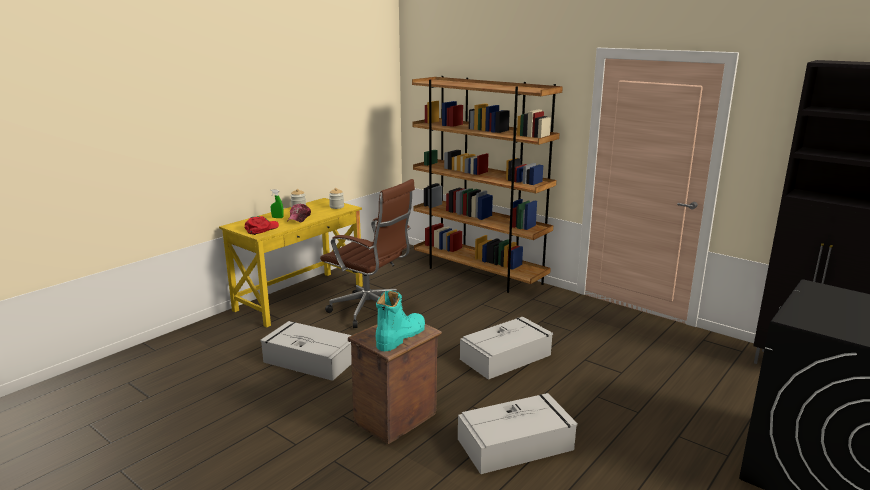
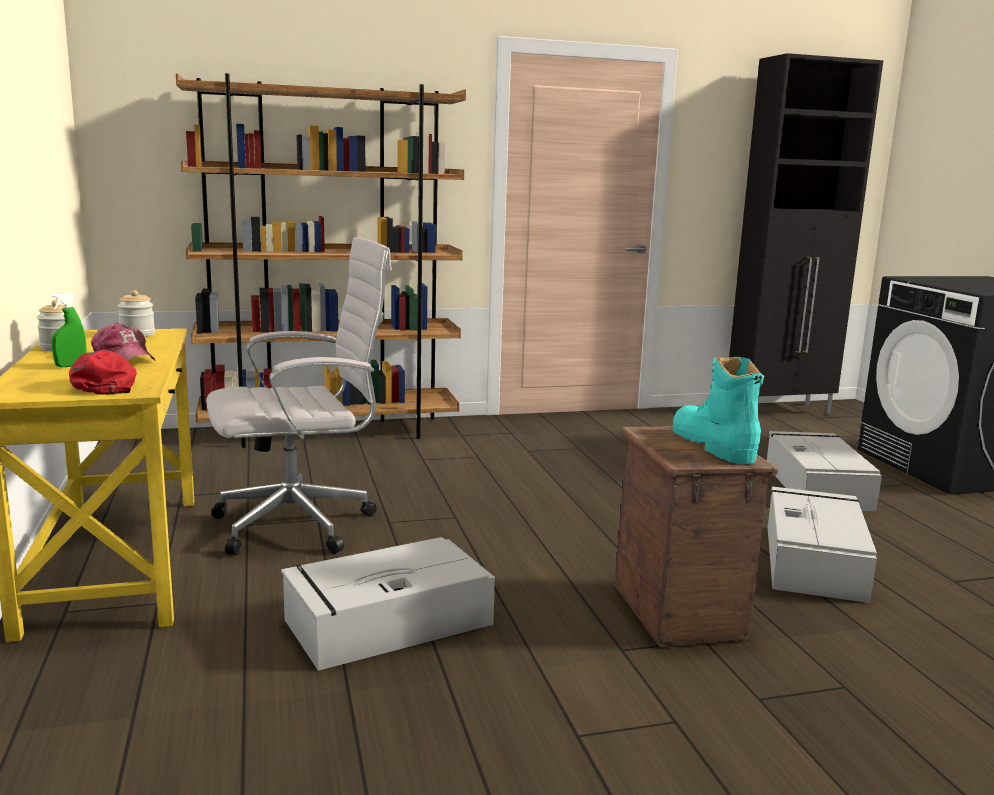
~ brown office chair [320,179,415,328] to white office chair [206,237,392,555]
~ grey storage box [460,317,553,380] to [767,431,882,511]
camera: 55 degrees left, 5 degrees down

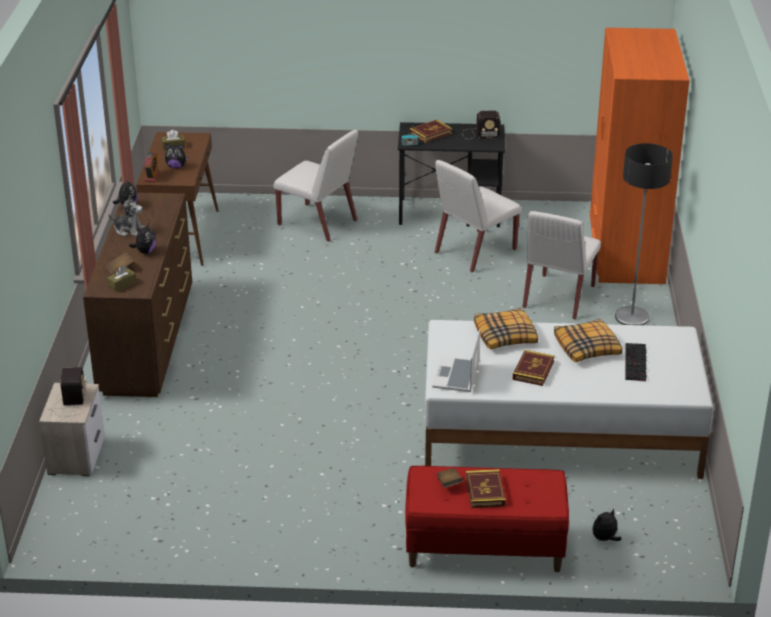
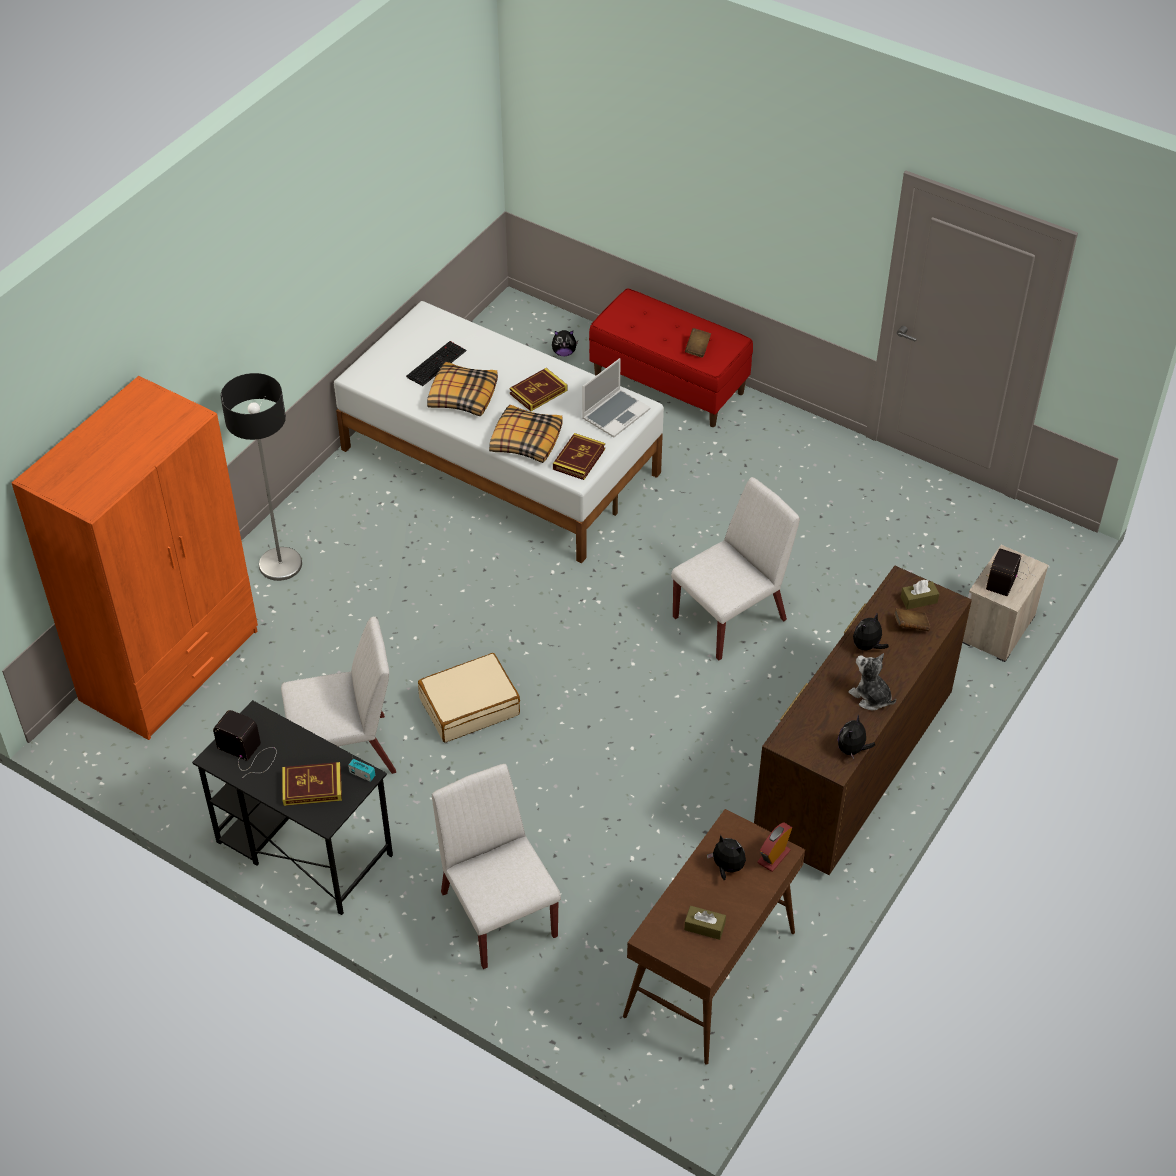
+ beige suitcase [418,653,520,742]
~ book [466,469,506,508] to [553,433,605,480]
~ white chair [523,211,601,319] to [671,477,800,661]
camera: 150 degrees left, 15 degrees up

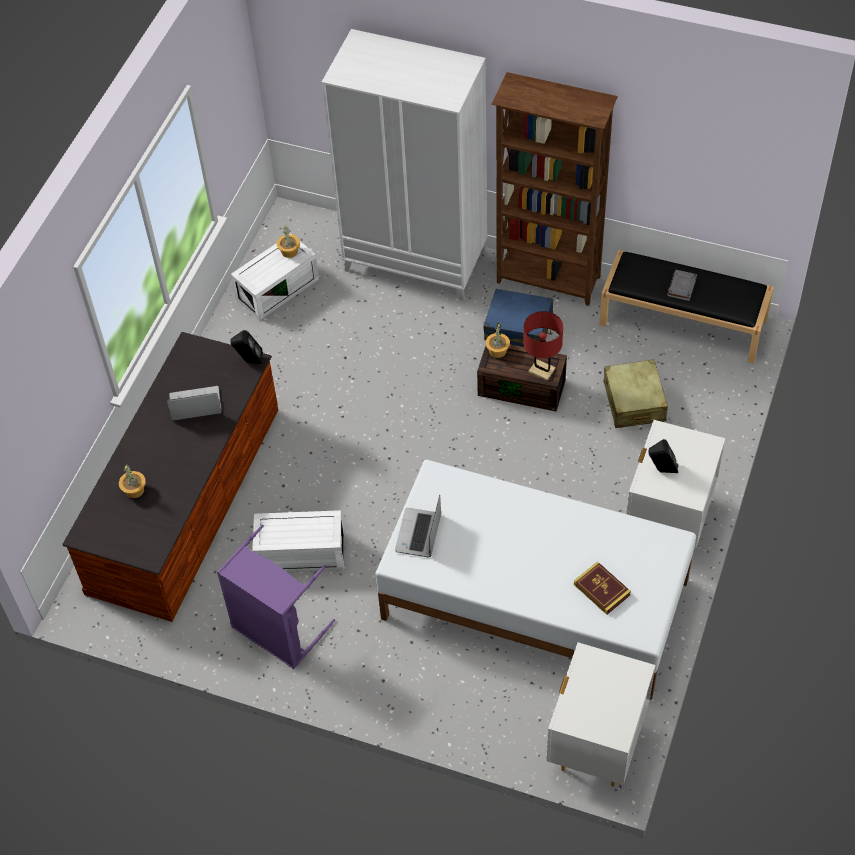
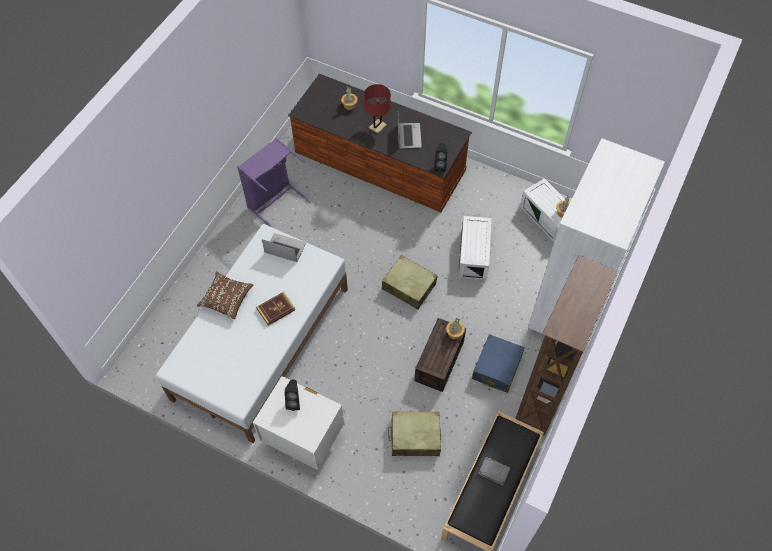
+ brown pillow [197,272,253,319]
~ book [574,561,631,615] to [256,292,295,326]
~ red table lamp [523,311,563,381] to [364,84,391,134]
+ beige suitcase [382,255,438,309]
~ white storage box [252,510,344,572] to [458,216,492,281]
- white nightstand [546,642,655,787]
camera: 95 degrees right, 5 degrees up

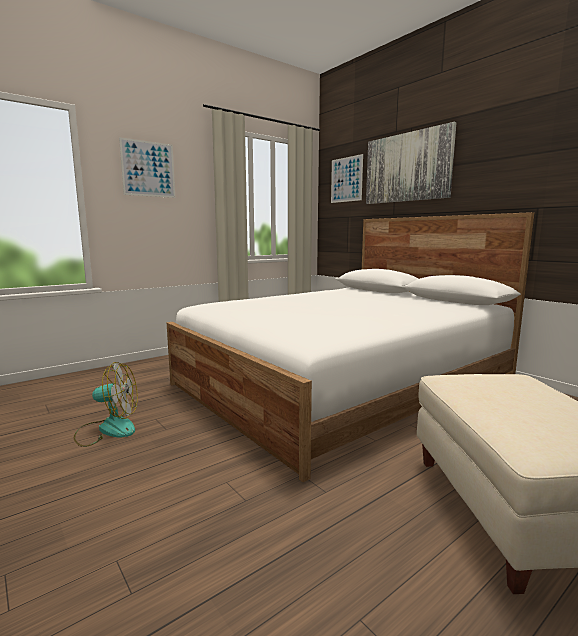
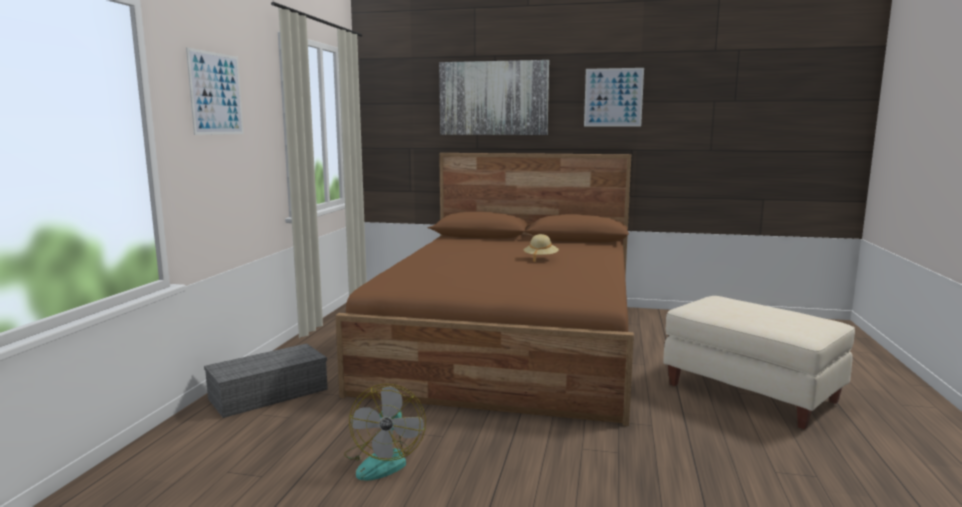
+ grey storage box [204,343,328,418]
~ white bed [167,212,534,482] to brown bed [335,153,634,426]
~ fan [74,362,138,447] = [344,384,426,481] 135 degrees clockwise
+ beige hat [524,234,559,262]
~ picture [331,154,363,203] to [584,68,644,127]
camera: 40 degrees left, 0 degrees up

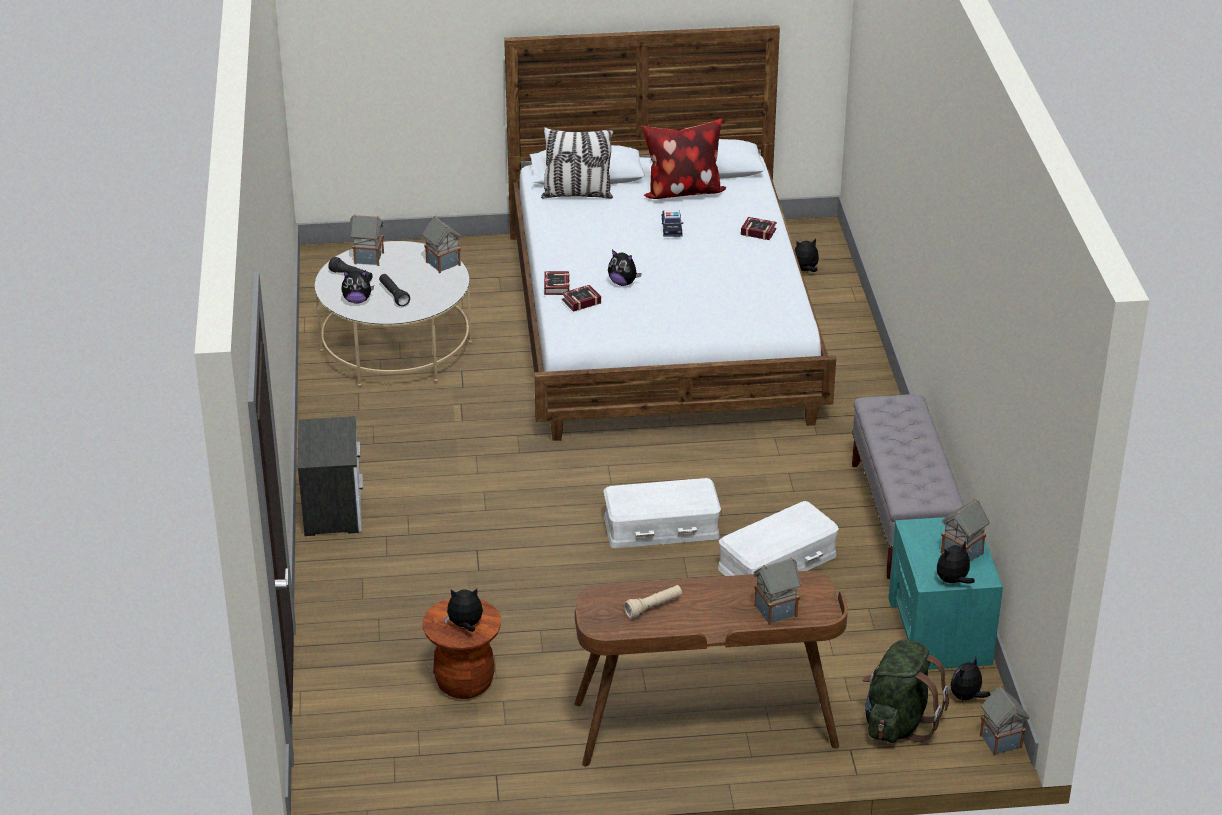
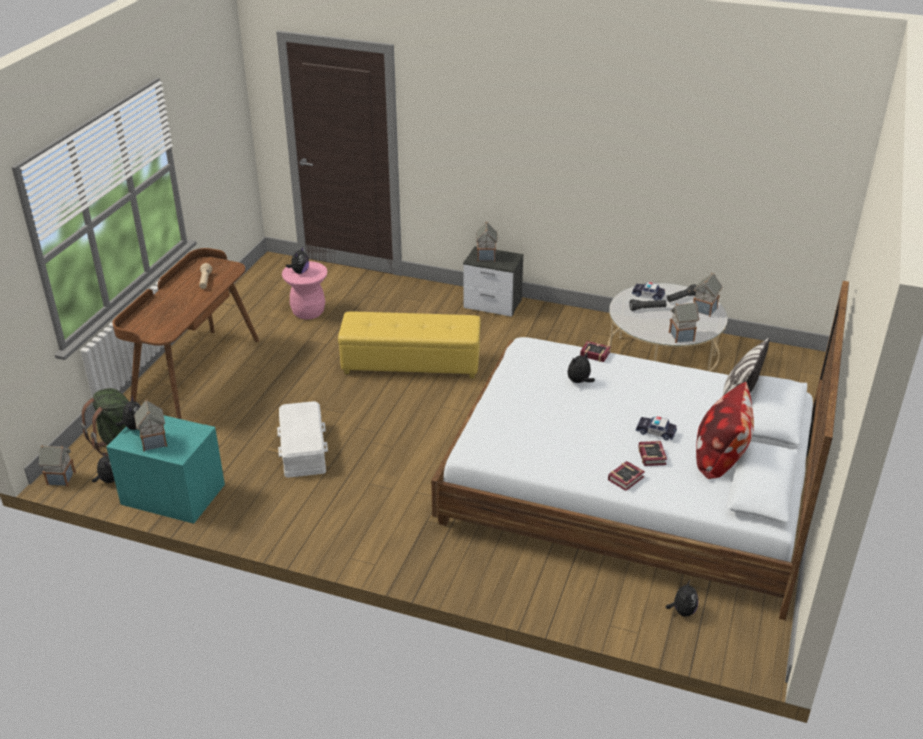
~ brown stool [422,598,501,699] to pink stool [282,261,327,319]
+ yellow ottoman [338,312,481,378]
~ toy house [753,557,802,625] to [476,222,497,262]
~ plush toy [341,270,374,304] to toy car [632,282,665,300]
~ book [562,285,601,312] to [638,441,667,466]
- white storage box [604,478,721,548]
- grey bench [852,394,964,579]
camera: 115 degrees right, 0 degrees up

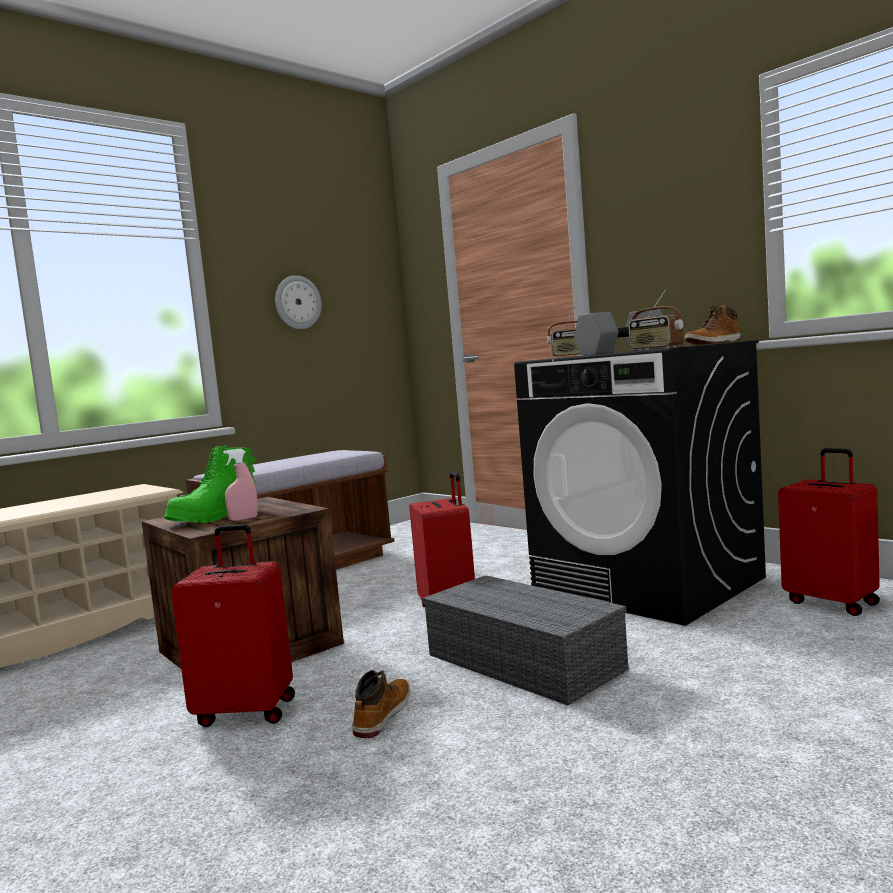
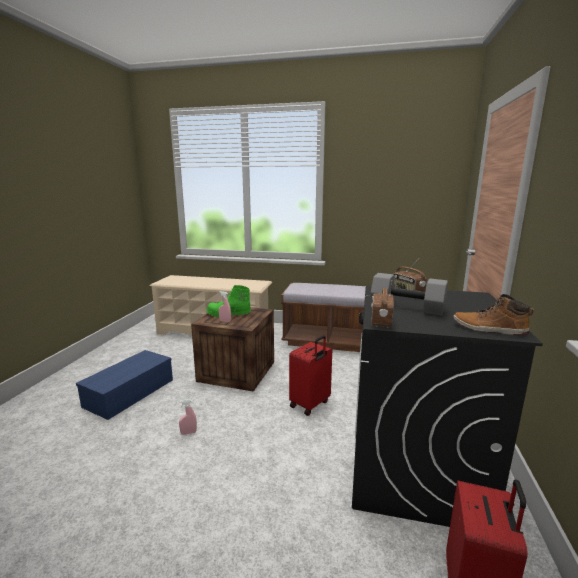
+ blue storage box [76,350,173,420]
~ boot [352,670,410,738] to pink spray bottle [179,399,197,435]
- red suitcase [171,524,295,727]
- wall clock [275,275,322,329]
- grey storage box [422,575,629,706]
camera: 55 degrees right, 10 degrees up

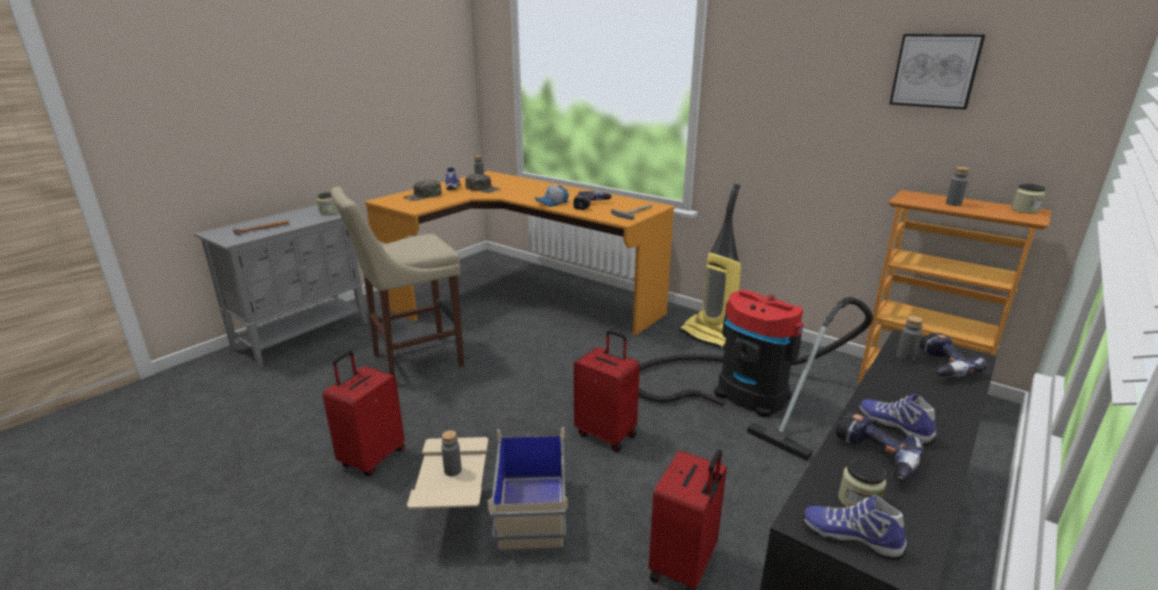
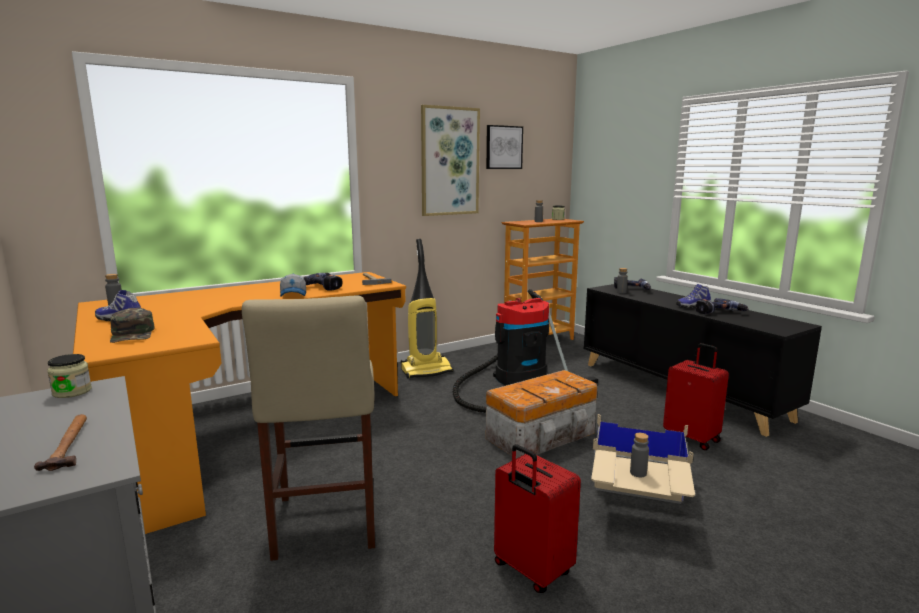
+ picture [421,105,480,216]
~ red suitcase [574,330,640,452] to storage box [486,370,597,459]
- green cap [465,174,502,193]
- shoe [802,495,907,560]
- jar [838,457,886,507]
camera: 70 degrees left, 10 degrees down

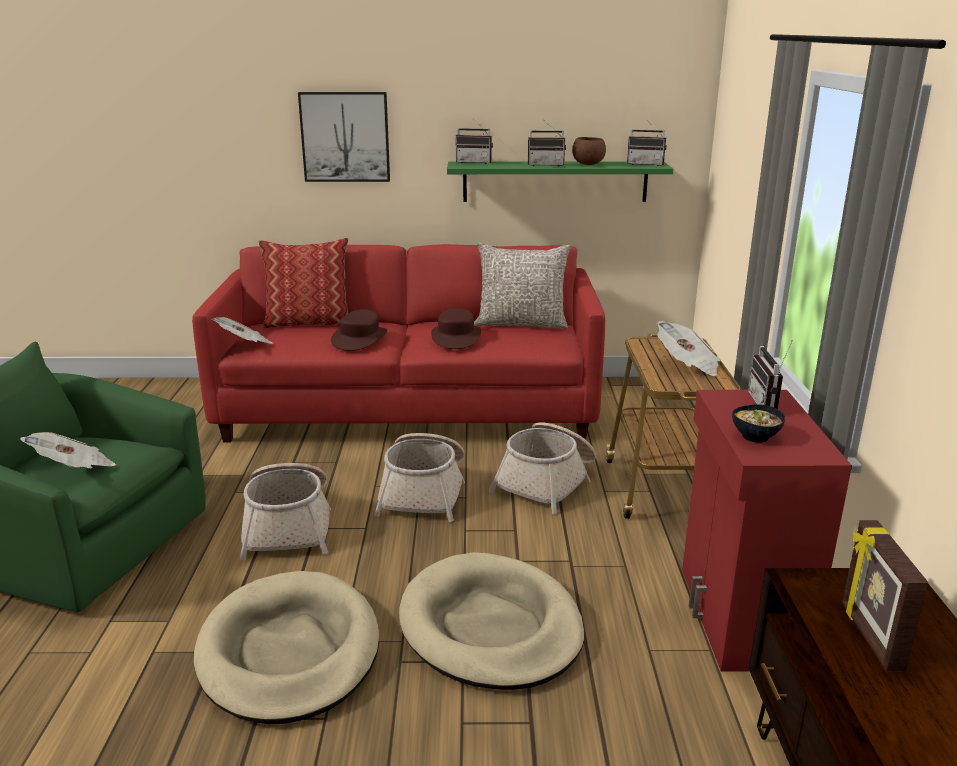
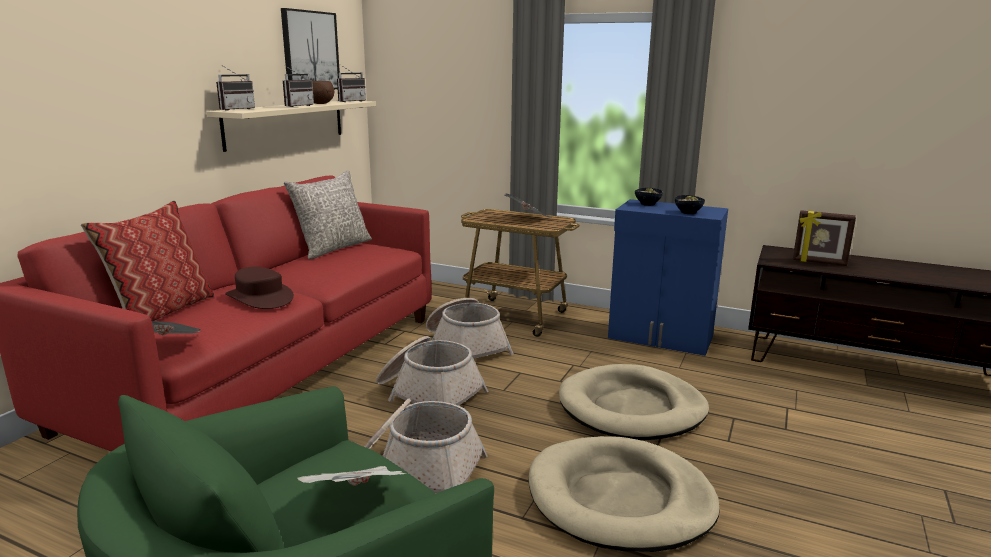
~ green shelf [447,161,673,202] to beige shelf [206,101,376,152]
~ picture [298,92,390,182] to [281,8,340,89]
~ red cabinet [682,390,852,672] to blue cabinet [608,199,728,356]
~ radio [748,340,793,409] to bowl [635,188,663,206]
- brown hat [431,308,481,349]
camera: 65 degrees left, 5 degrees down

